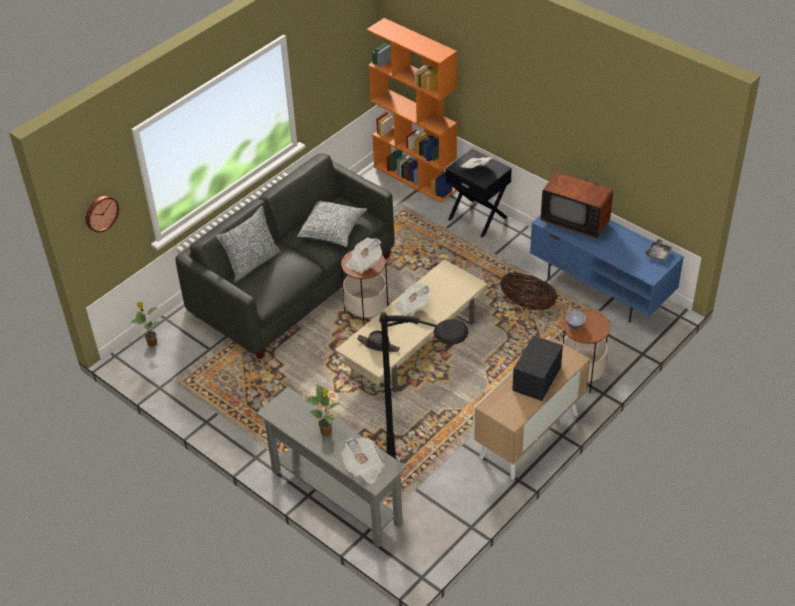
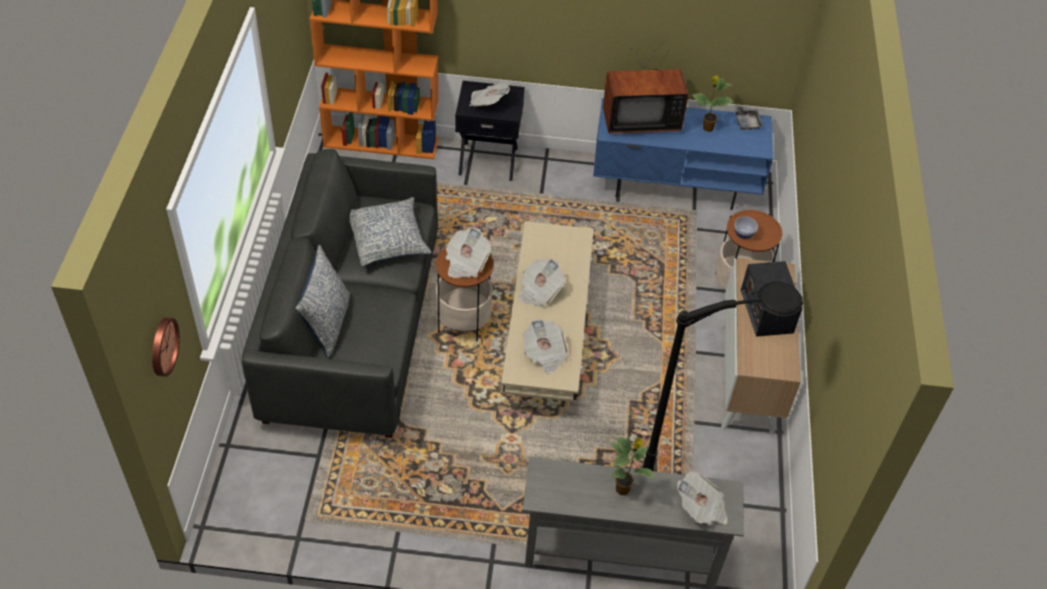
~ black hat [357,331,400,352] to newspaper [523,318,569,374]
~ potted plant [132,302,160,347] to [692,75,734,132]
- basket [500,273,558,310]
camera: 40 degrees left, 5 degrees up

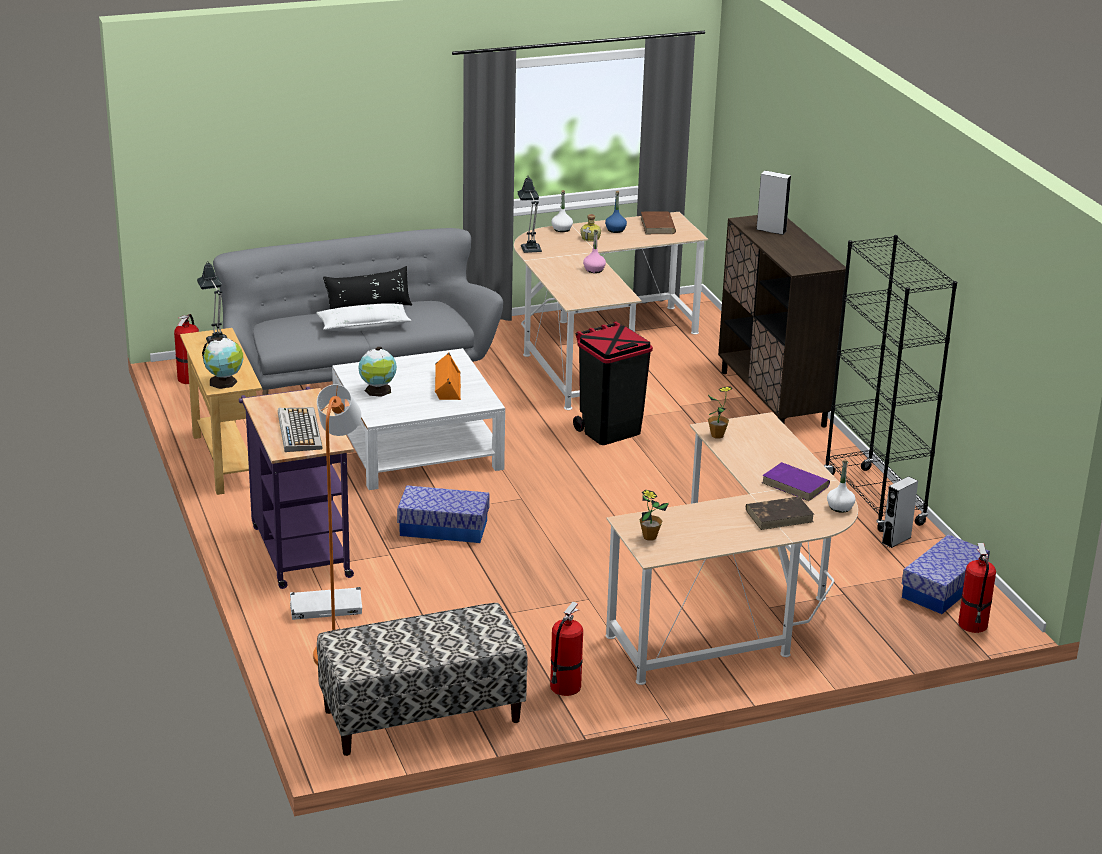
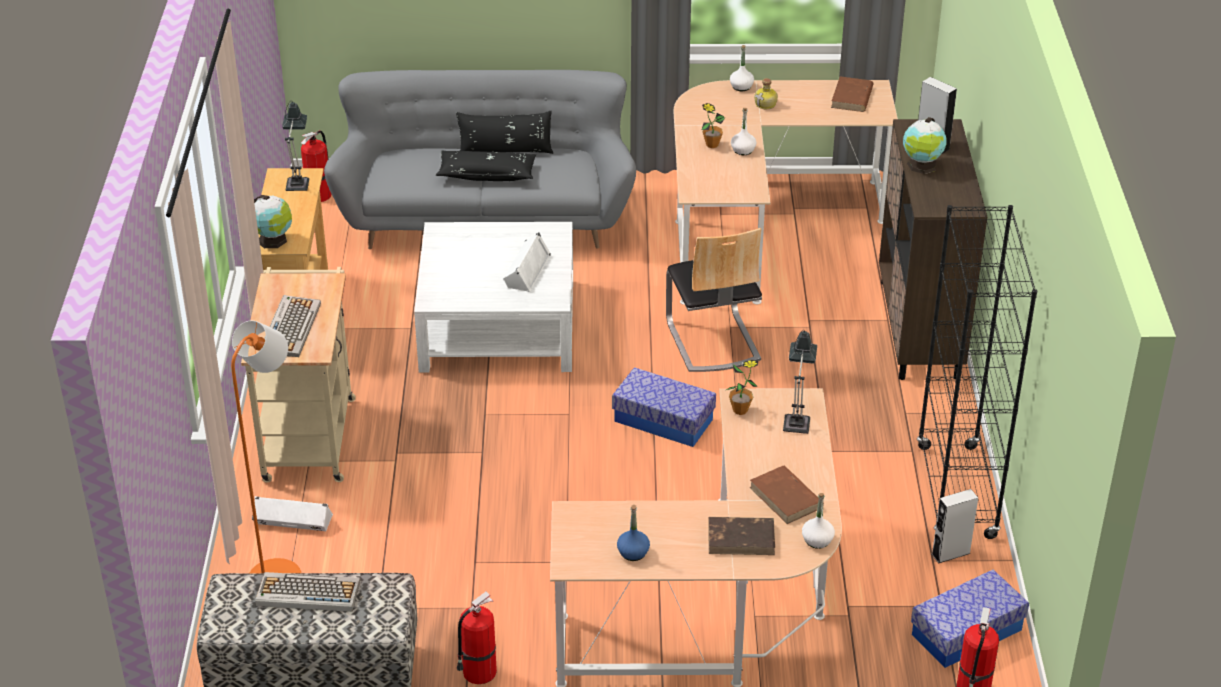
~ purple cart [239,387,354,589] to beige cart [241,267,356,483]
+ keyboard [255,572,360,612]
~ white pillow [316,304,412,331] to black pillow [436,151,536,181]
~ orange speaker [435,352,461,400] to white speaker [503,232,551,292]
~ storage box [397,485,490,543] to [612,367,716,447]
~ blue bottle [605,191,627,233] to [617,505,650,561]
~ black trash can [573,321,653,445] to chair [666,228,762,372]
~ potted plant [639,490,669,541] to [702,103,725,148]
~ pink bottle [583,230,606,273] to white bottle [731,108,756,155]
~ purple book [762,462,830,501] to brown book [750,466,824,524]
~ table lamp [518,176,542,253] to [783,330,817,434]
~ globe [358,347,397,397] to [903,117,947,174]
camera: 20 degrees right, 10 degrees up

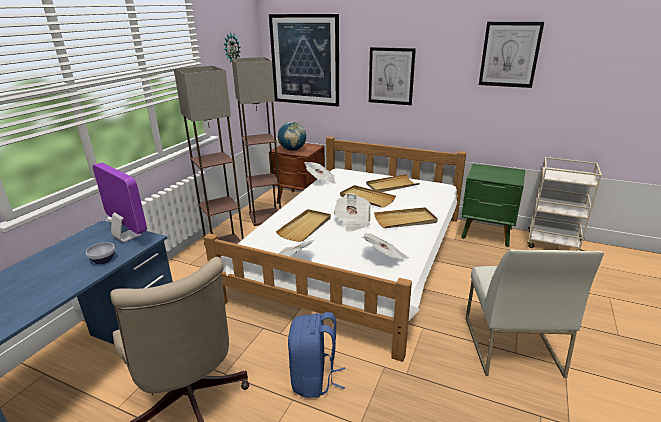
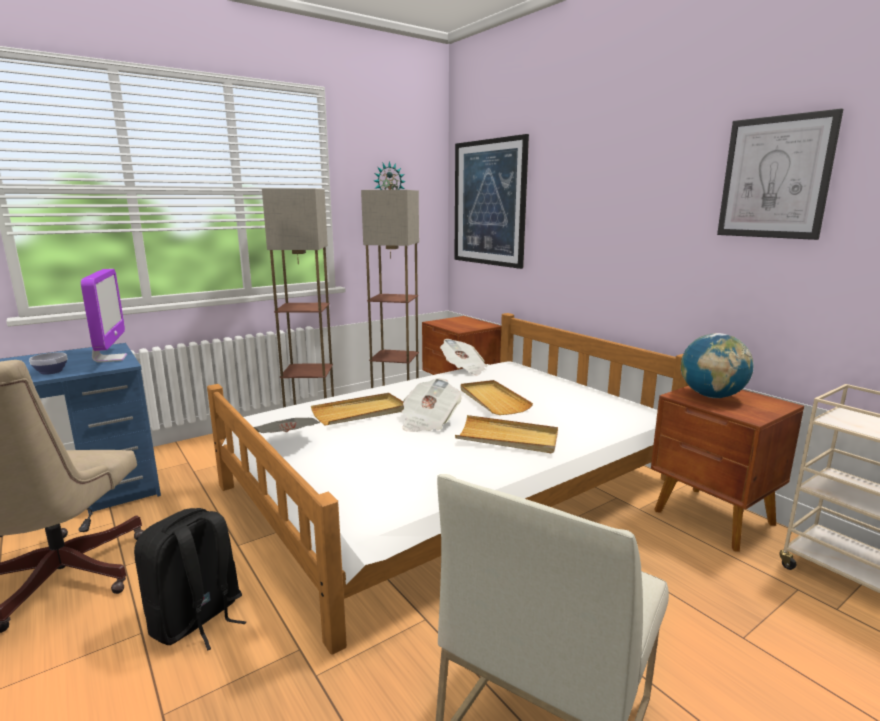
~ blue backpack [288,312,345,398] to black backpack [134,508,246,651]
~ green nightstand [461,164,525,247] to brown nightstand [651,386,804,552]
~ globe [278,122,306,151] to [681,333,753,398]
- newspaper [362,233,409,260]
- beige tray [366,174,420,192]
- picture [369,47,416,105]
camera: 30 degrees right, 10 degrees down

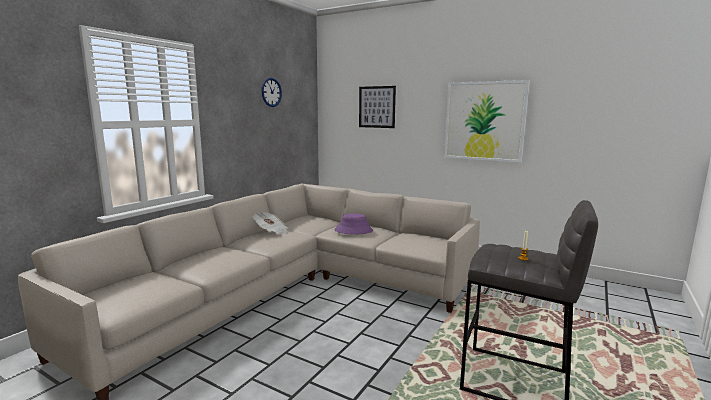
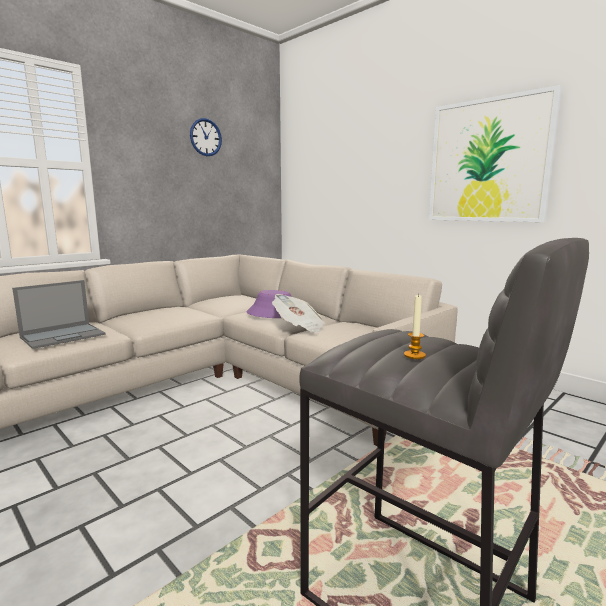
+ laptop [12,280,105,349]
~ newspaper [253,212,288,235] to [272,294,326,334]
- picture [359,86,396,128]
camera: 15 degrees right, 0 degrees up

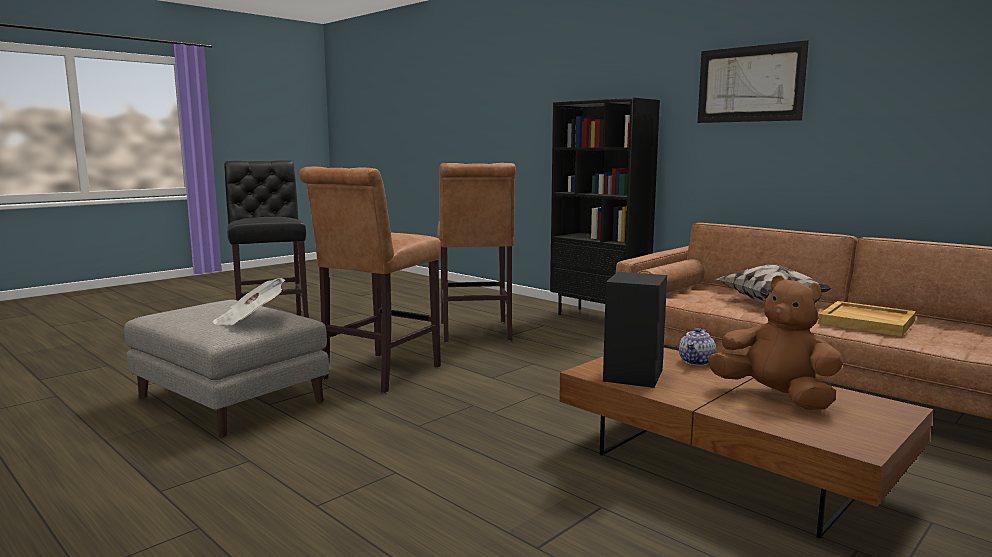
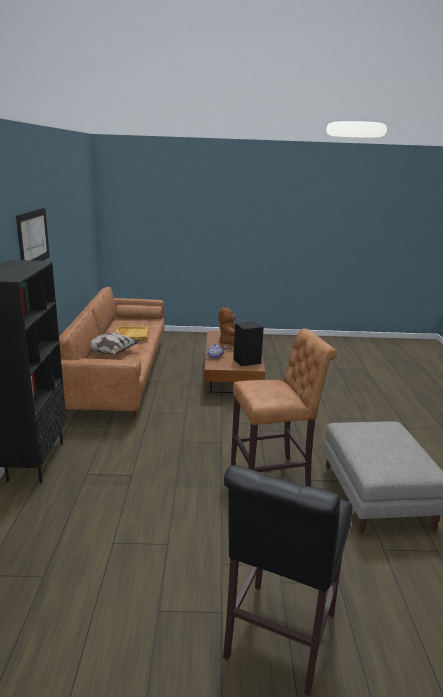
- newspaper [212,278,285,326]
- brown stool [437,163,516,343]
camera: 135 degrees left, 10 degrees up

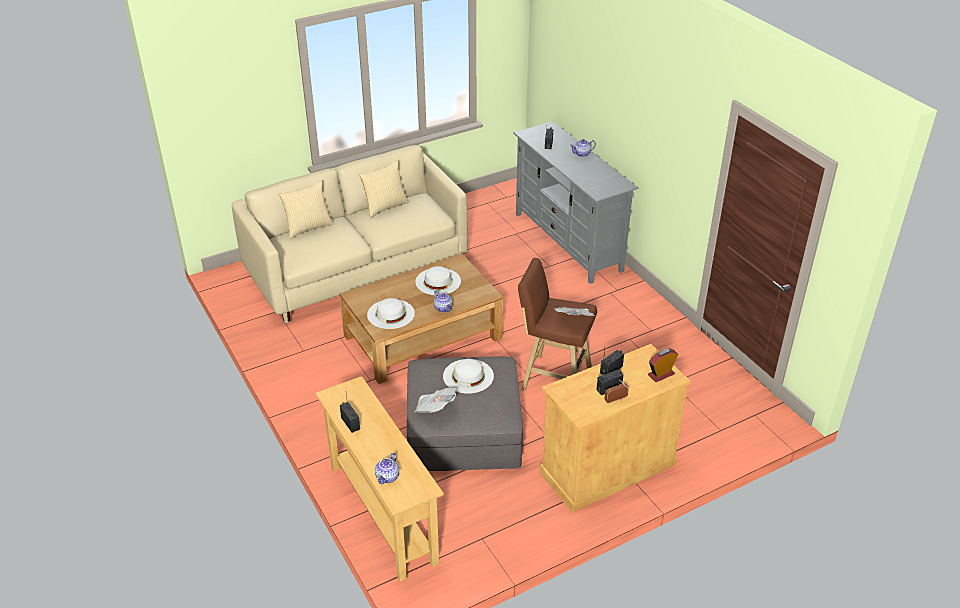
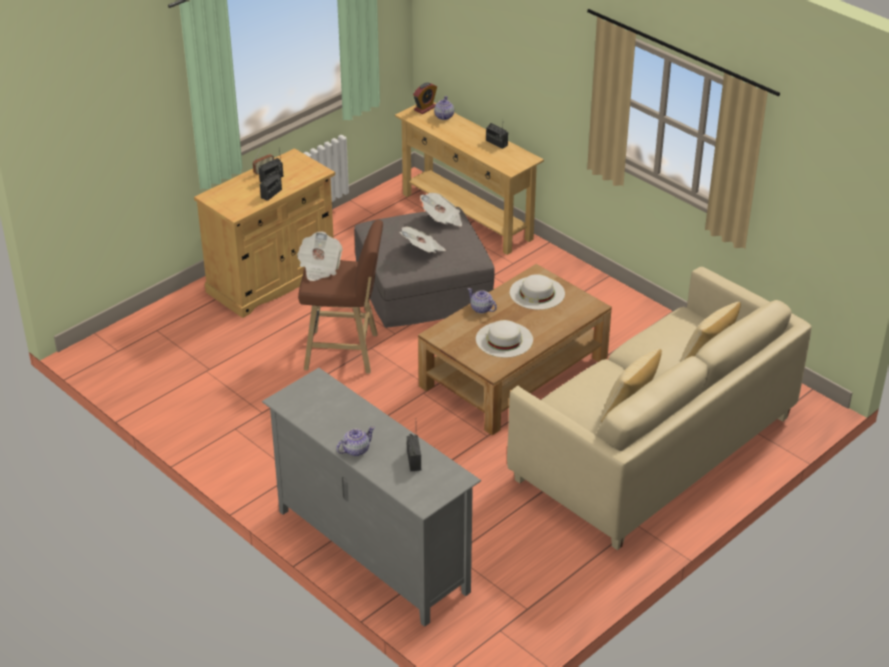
~ white hat [443,359,494,394] to newspaper [399,226,446,253]
~ alarm clock [648,349,678,382] to [413,82,437,114]
camera: 165 degrees right, 0 degrees up

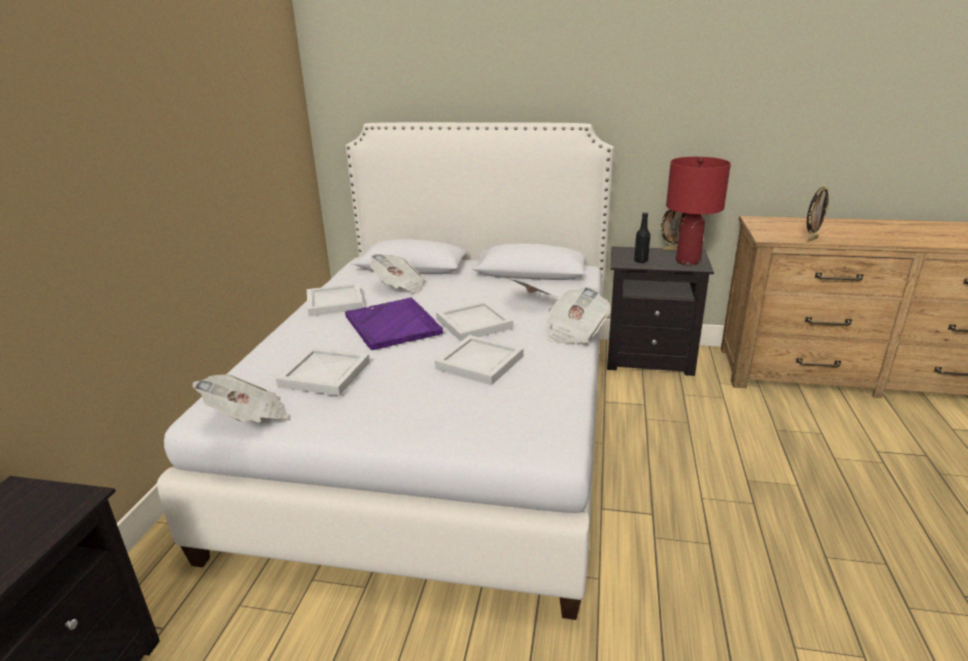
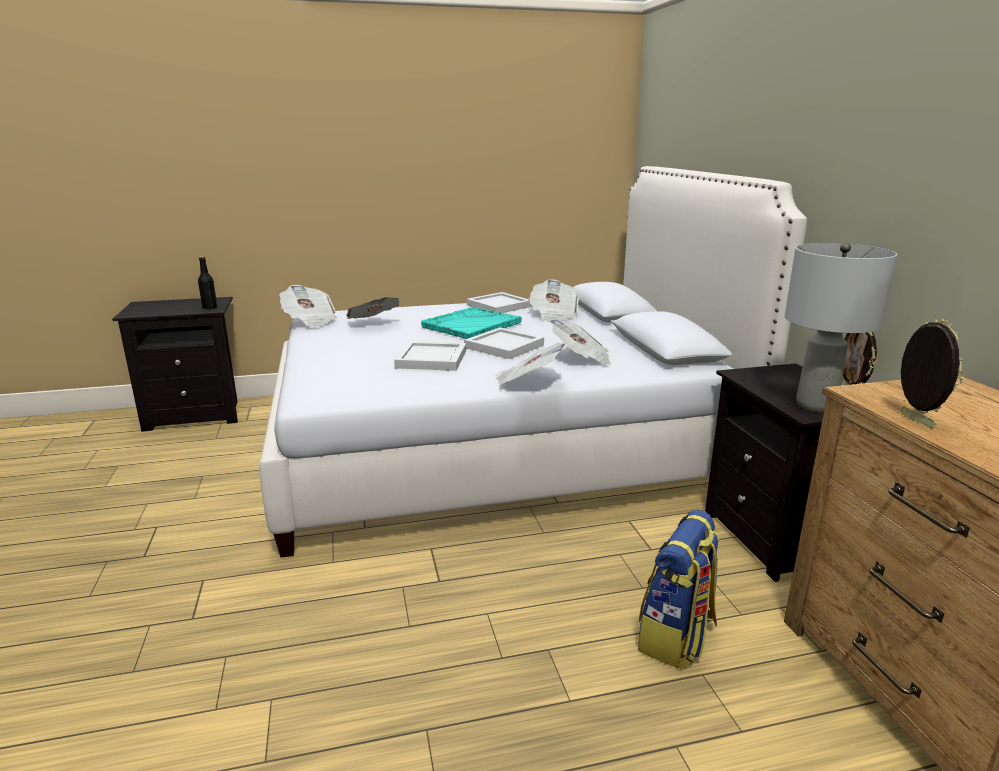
~ black bottle [634,212,650,263] to [198,257,217,309]
~ white tray [276,347,370,396] to newspaper [346,297,399,319]
~ purple tray [345,297,443,350] to turquoise tray [421,307,522,339]
+ backpack [638,510,719,669]
~ red table lamp [666,157,731,266] to grey table lamp [785,243,897,413]
~ picture frame [807,185,829,242] = [901,318,965,428] 135 degrees counterclockwise
camera: 65 degrees right, 5 degrees down

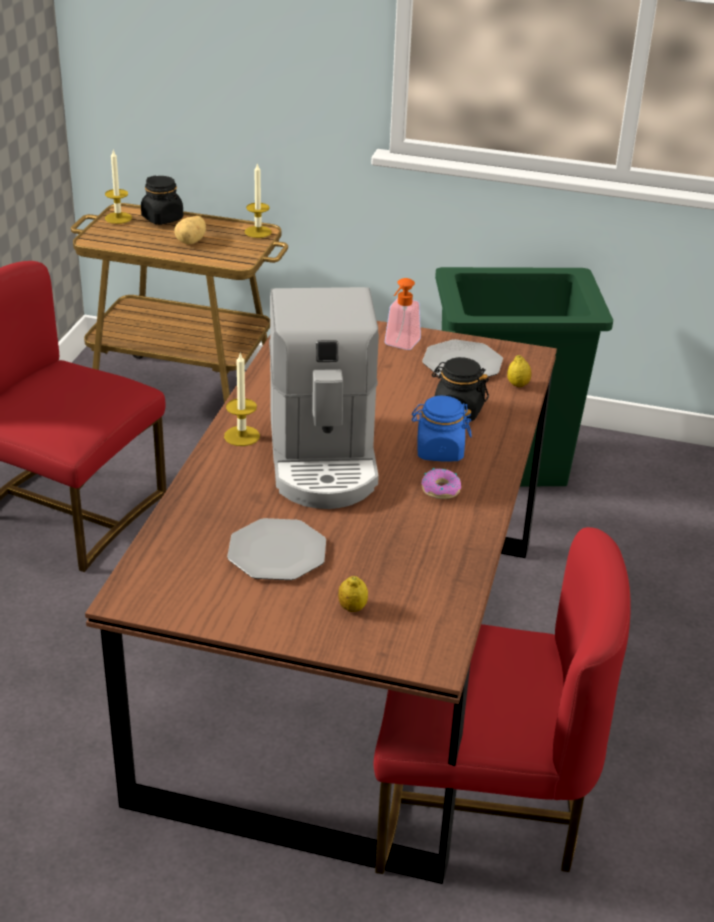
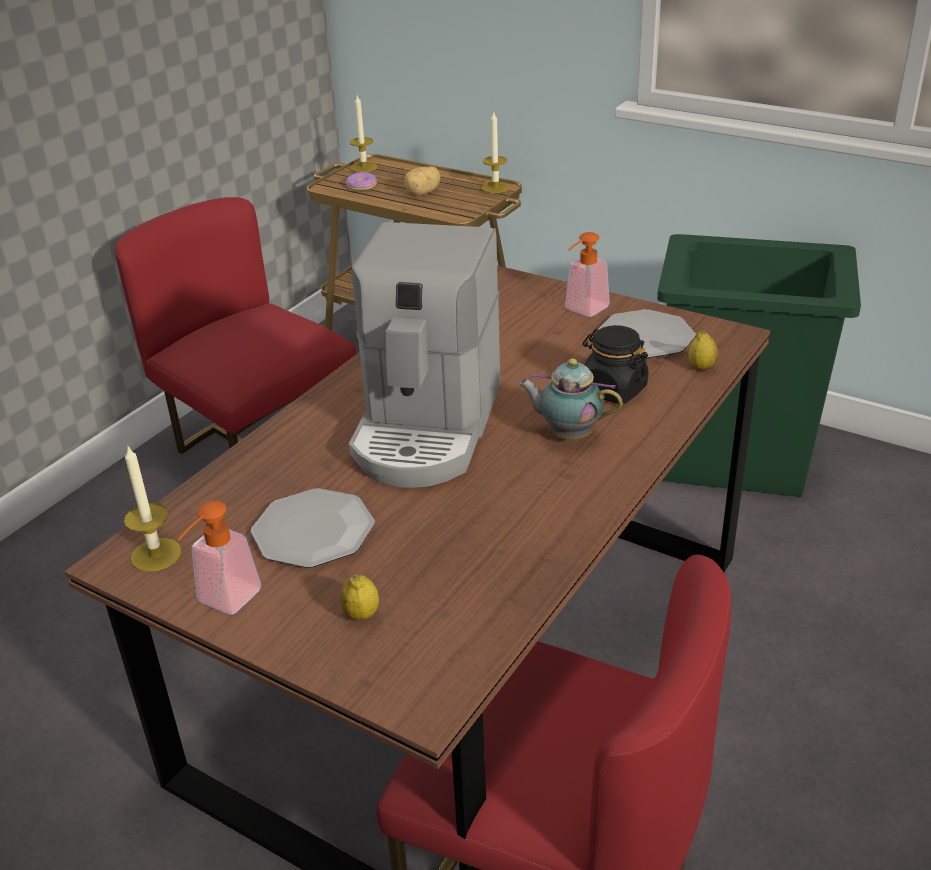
~ candle [224,352,260,446] to [124,447,181,572]
+ soap dispenser [177,501,261,615]
~ donut [421,468,461,499] to [346,172,377,191]
~ blue jar [412,396,472,462] to teapot [518,359,623,439]
- black jar [141,175,183,225]
camera: 20 degrees right, 0 degrees up

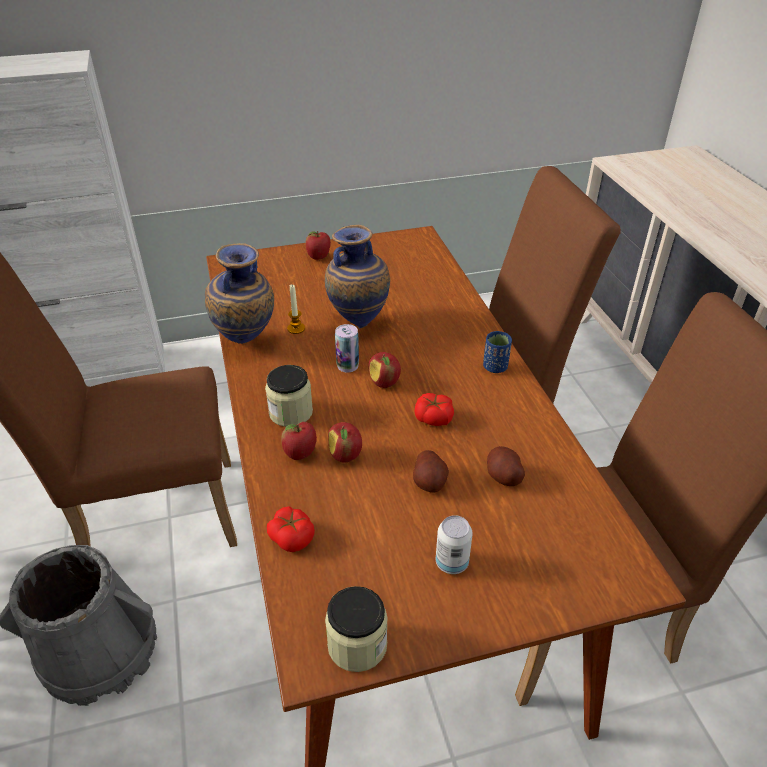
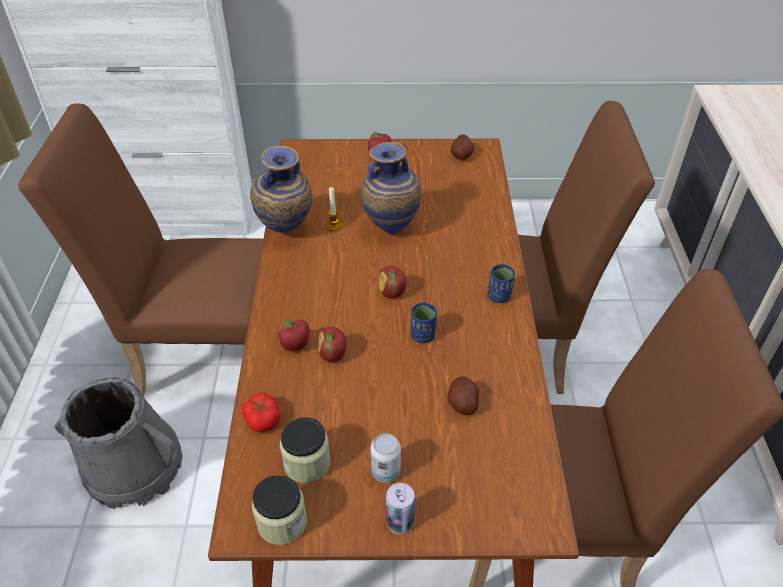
~ jar [265,365,313,427] to [280,417,330,483]
~ can [335,324,359,373] to [386,483,415,535]
~ tomato [415,393,454,426] to blue cup [411,302,437,343]
~ potato [413,450,449,493] to [451,135,474,160]
camera: 15 degrees right, 5 degrees up

